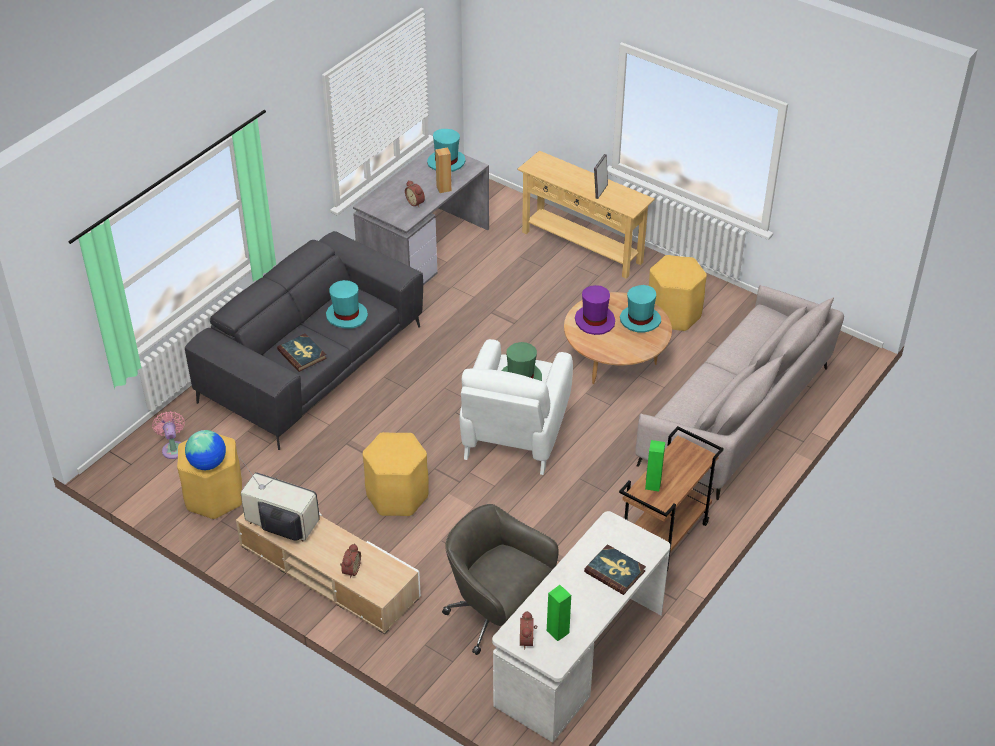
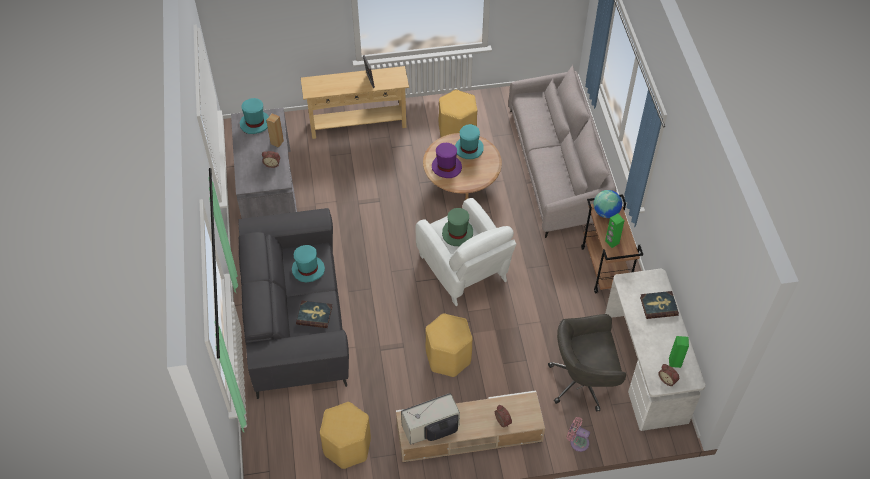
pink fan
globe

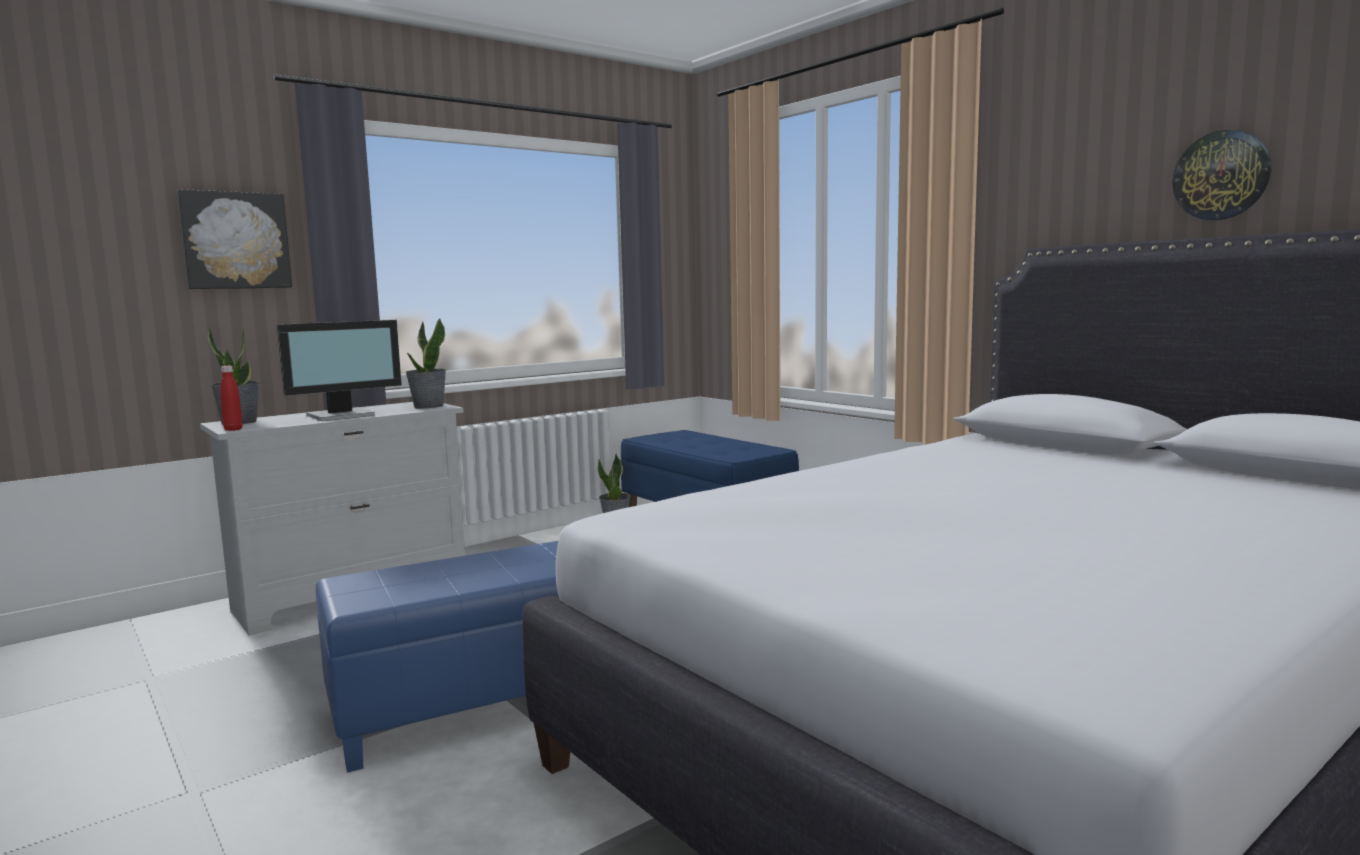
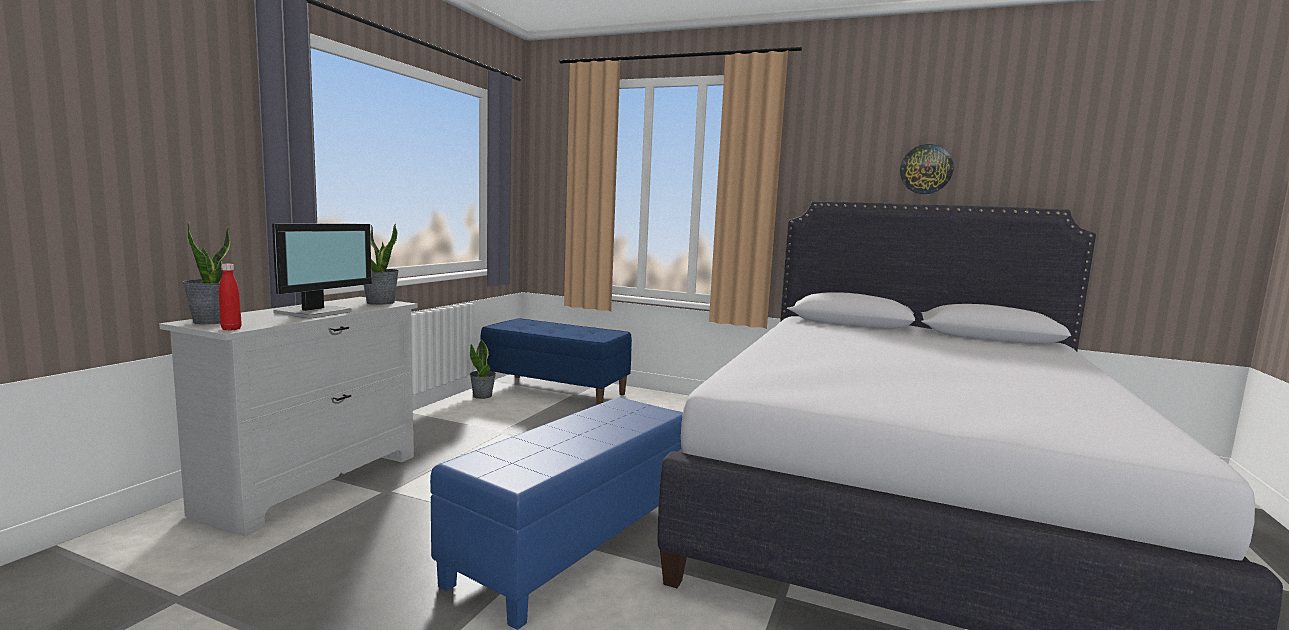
picture

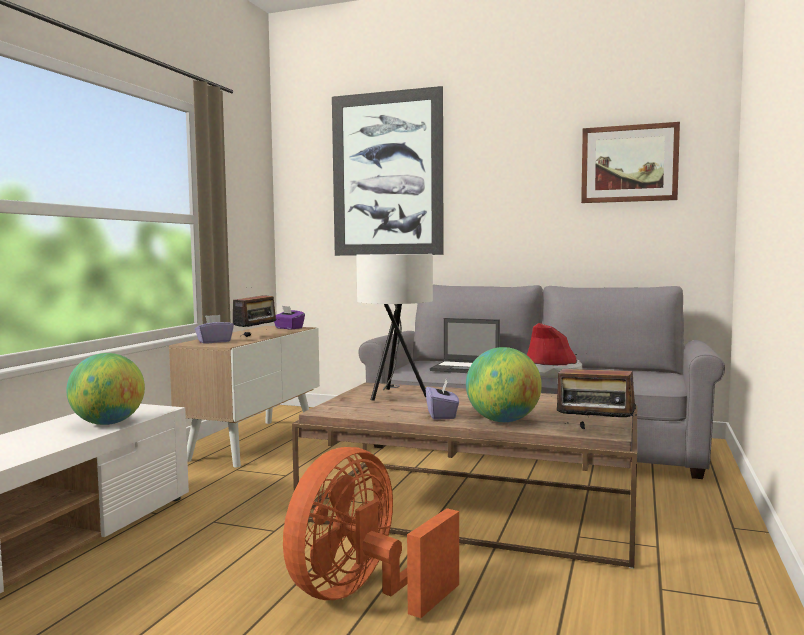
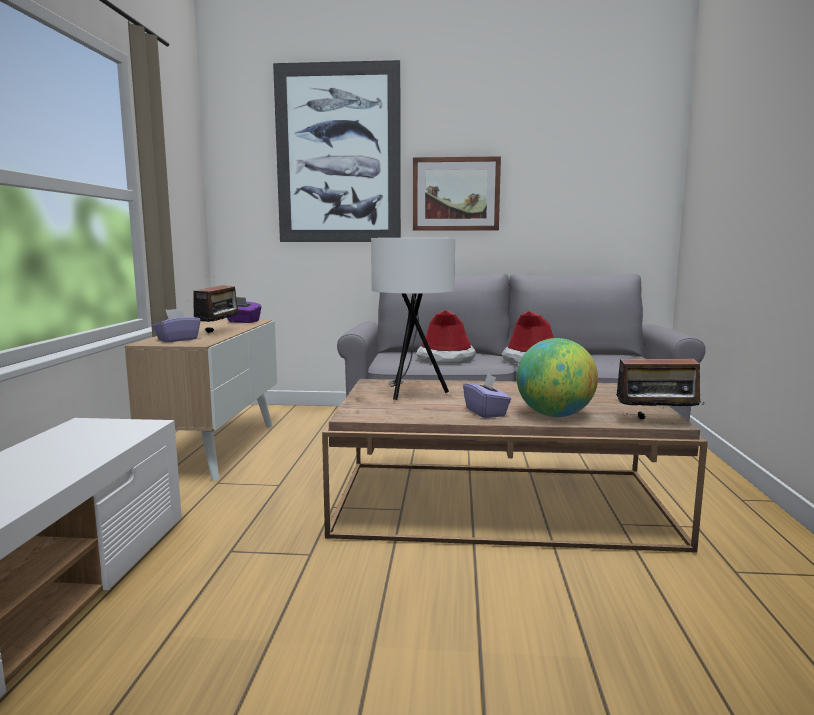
globe (no. 1 from left in the first image)
orange fan
hat (no. 1 from left)
picture (no. 2 from left)

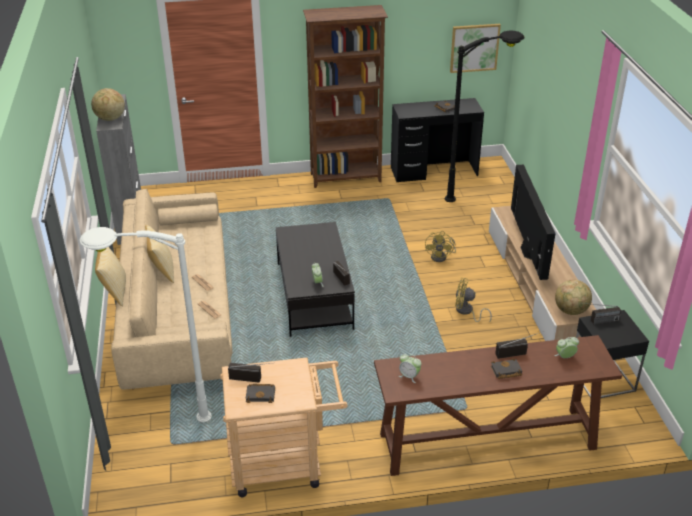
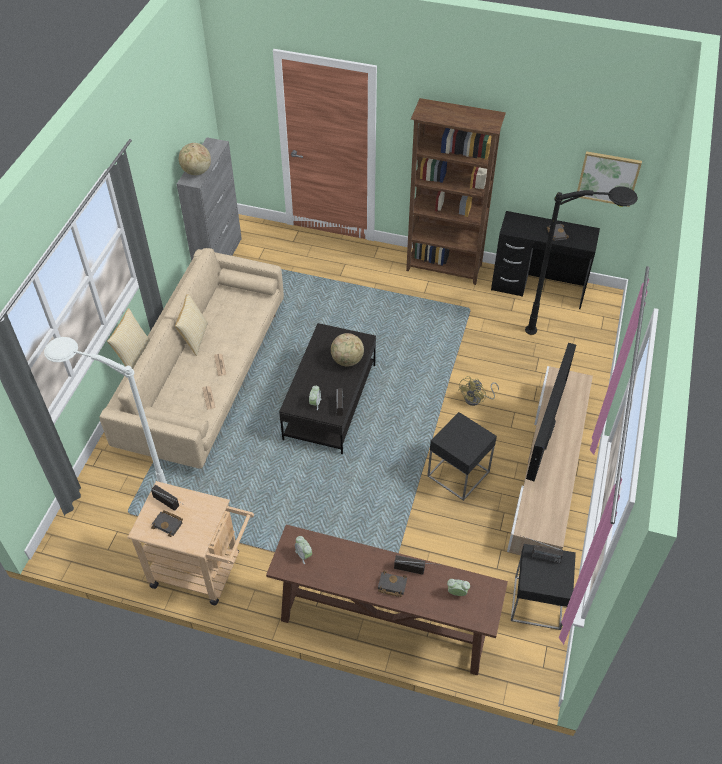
black side table (no. 1 from left)
globe (no. 2 from left)

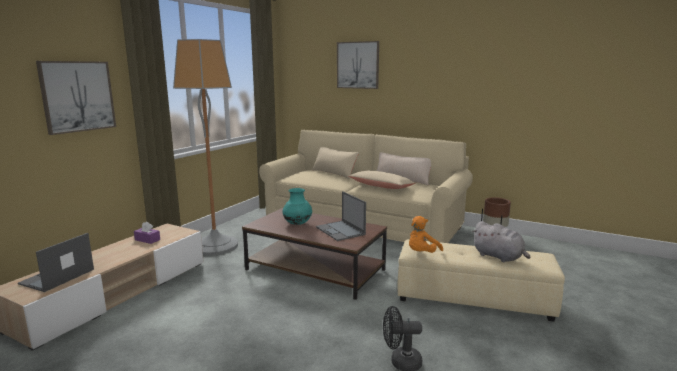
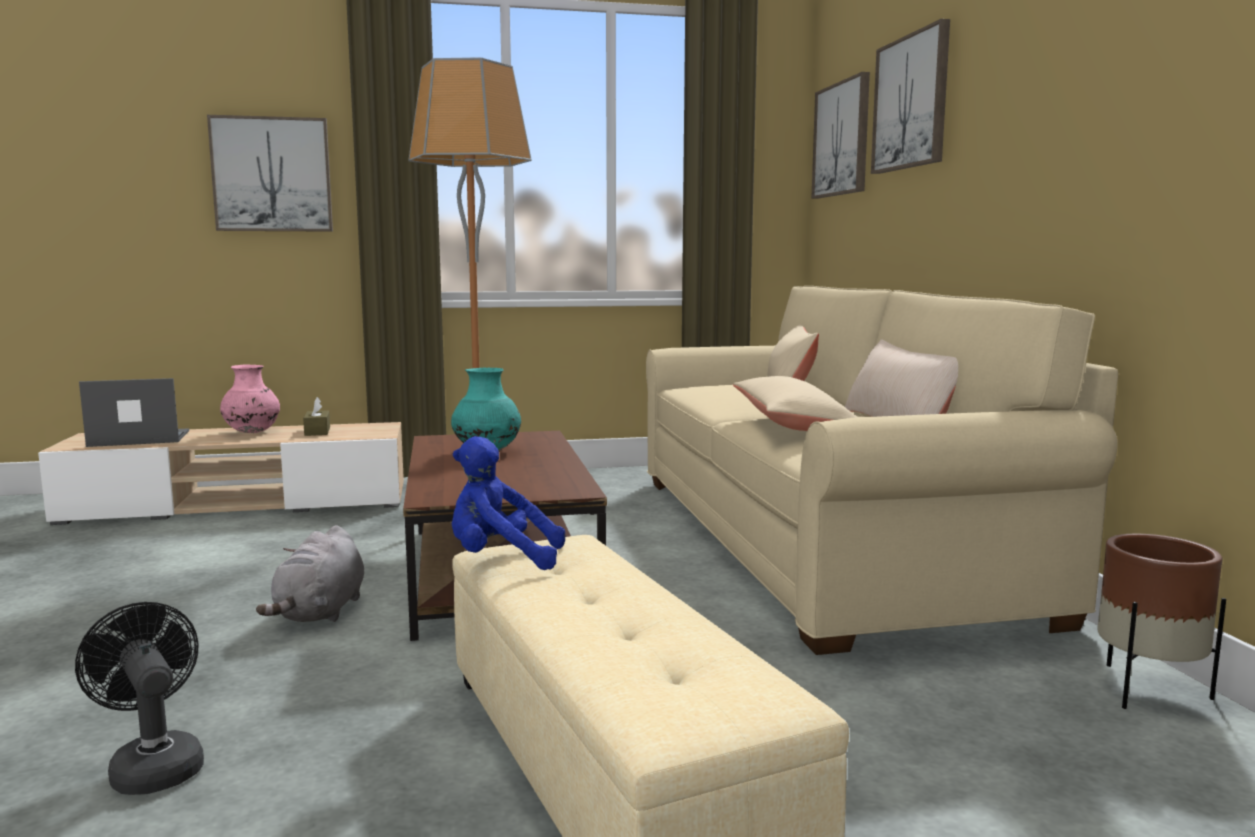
brown tissue box
laptop (no. 2 from left in the first image)
blue plush toy
grey plush toy
pink vase
picture (no. 2 from left)

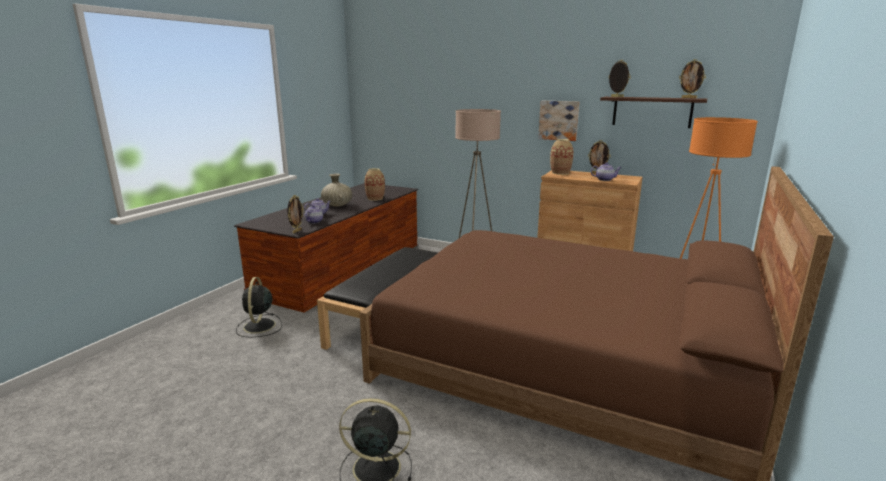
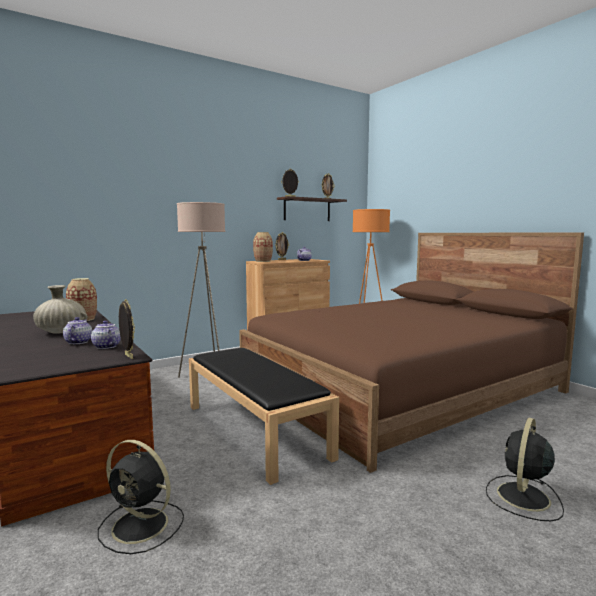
picture

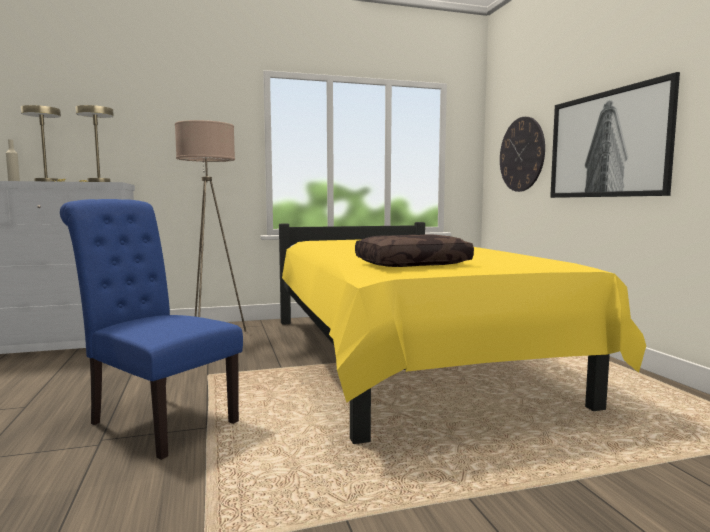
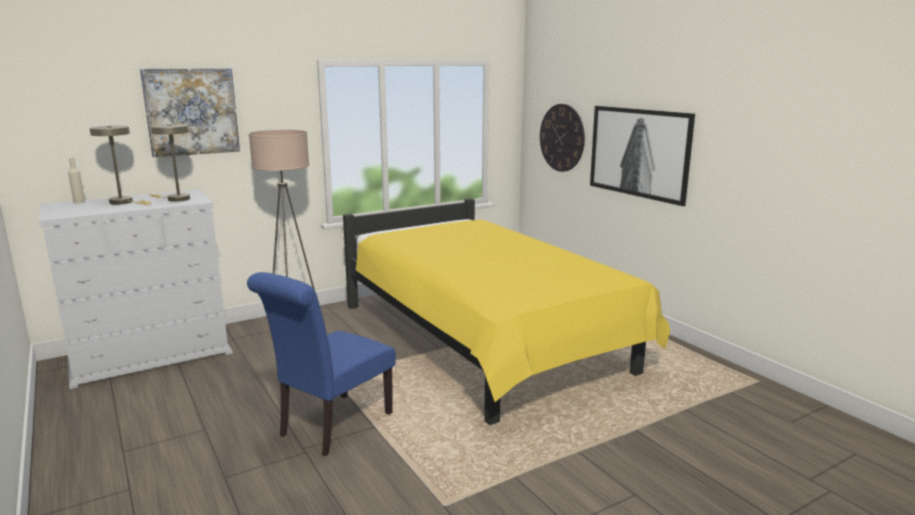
blue chair
brown pillow
picture (no. 1 from left)

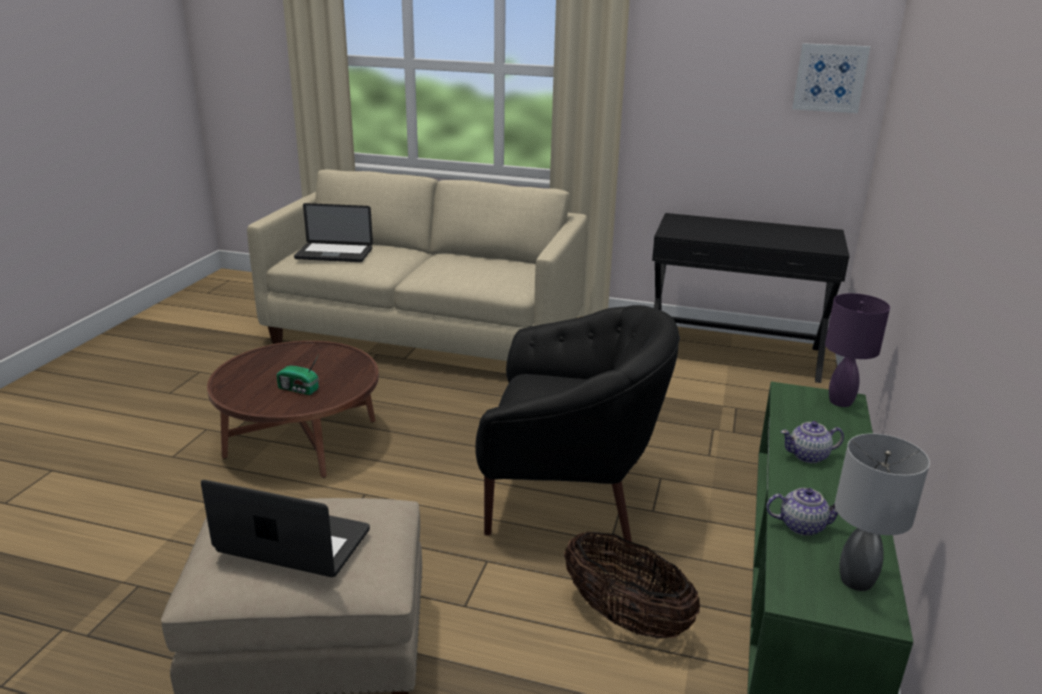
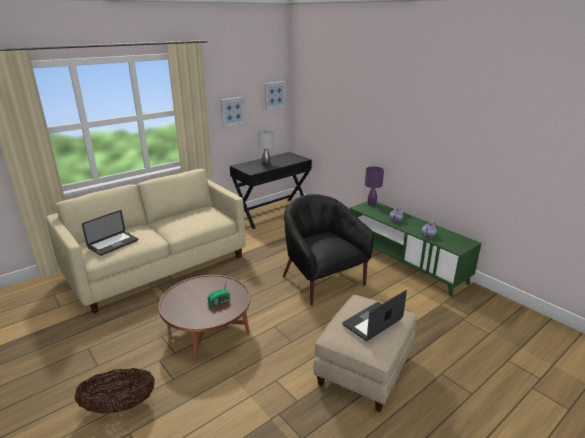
black armchair
basket
grey table lamp
picture (no. 1 from left)

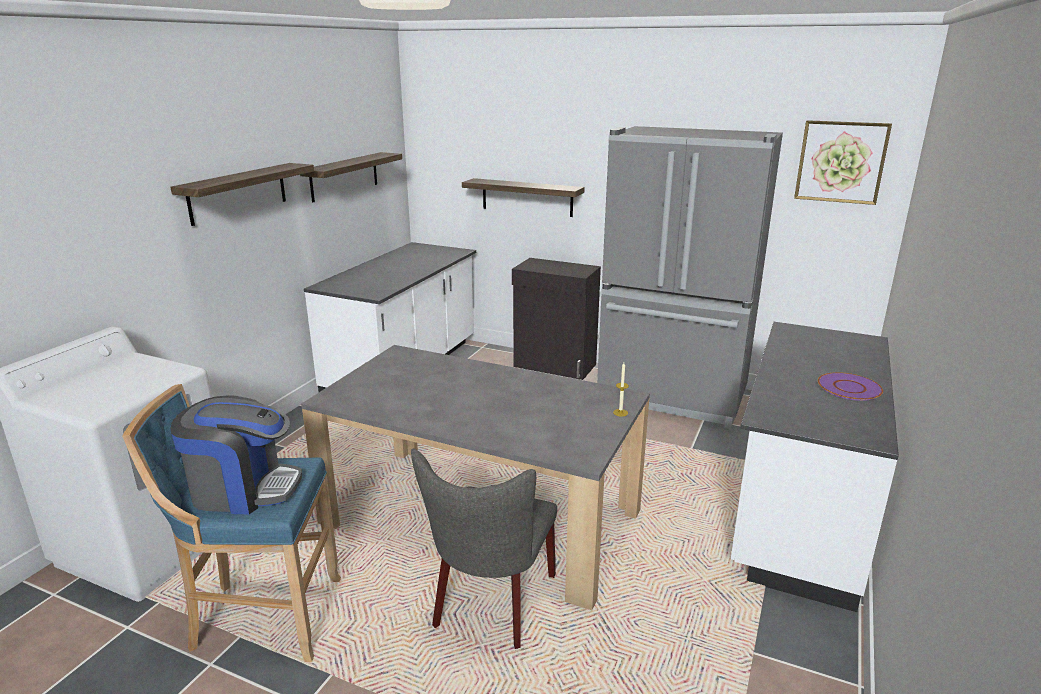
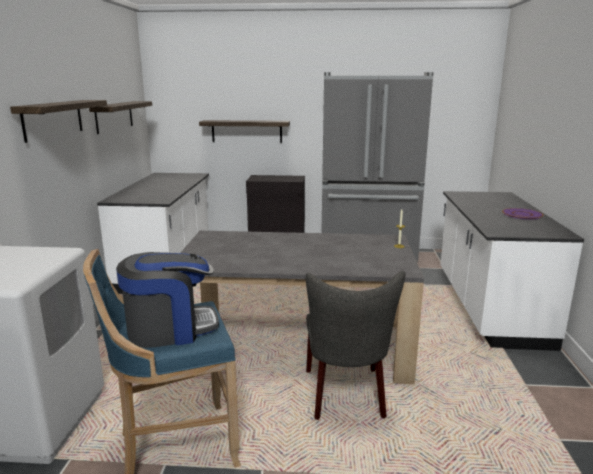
picture

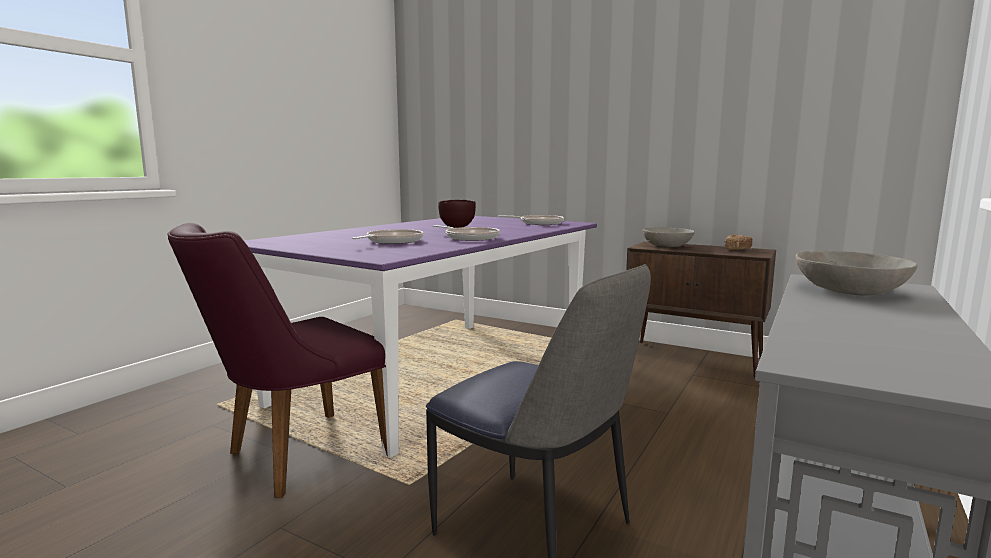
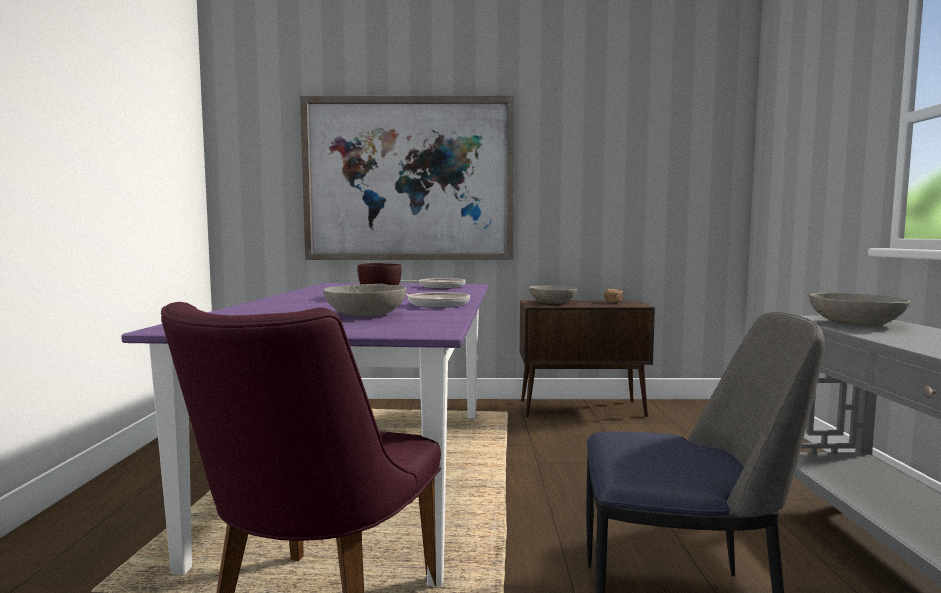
grey bowl (no. 1 from left)
picture

